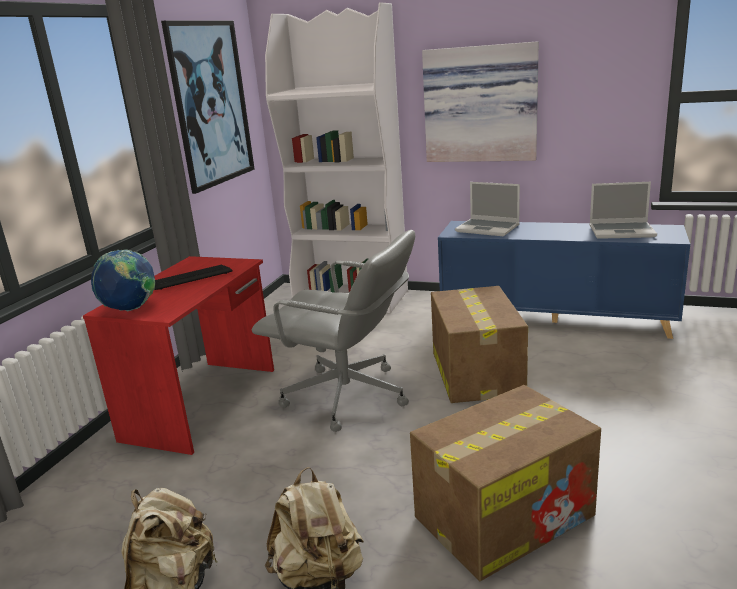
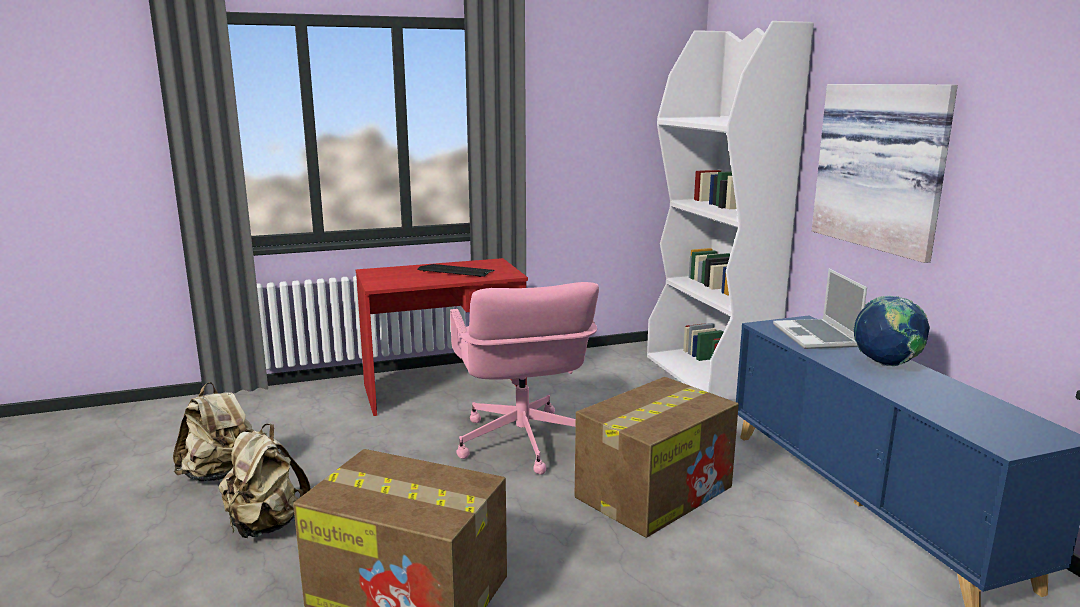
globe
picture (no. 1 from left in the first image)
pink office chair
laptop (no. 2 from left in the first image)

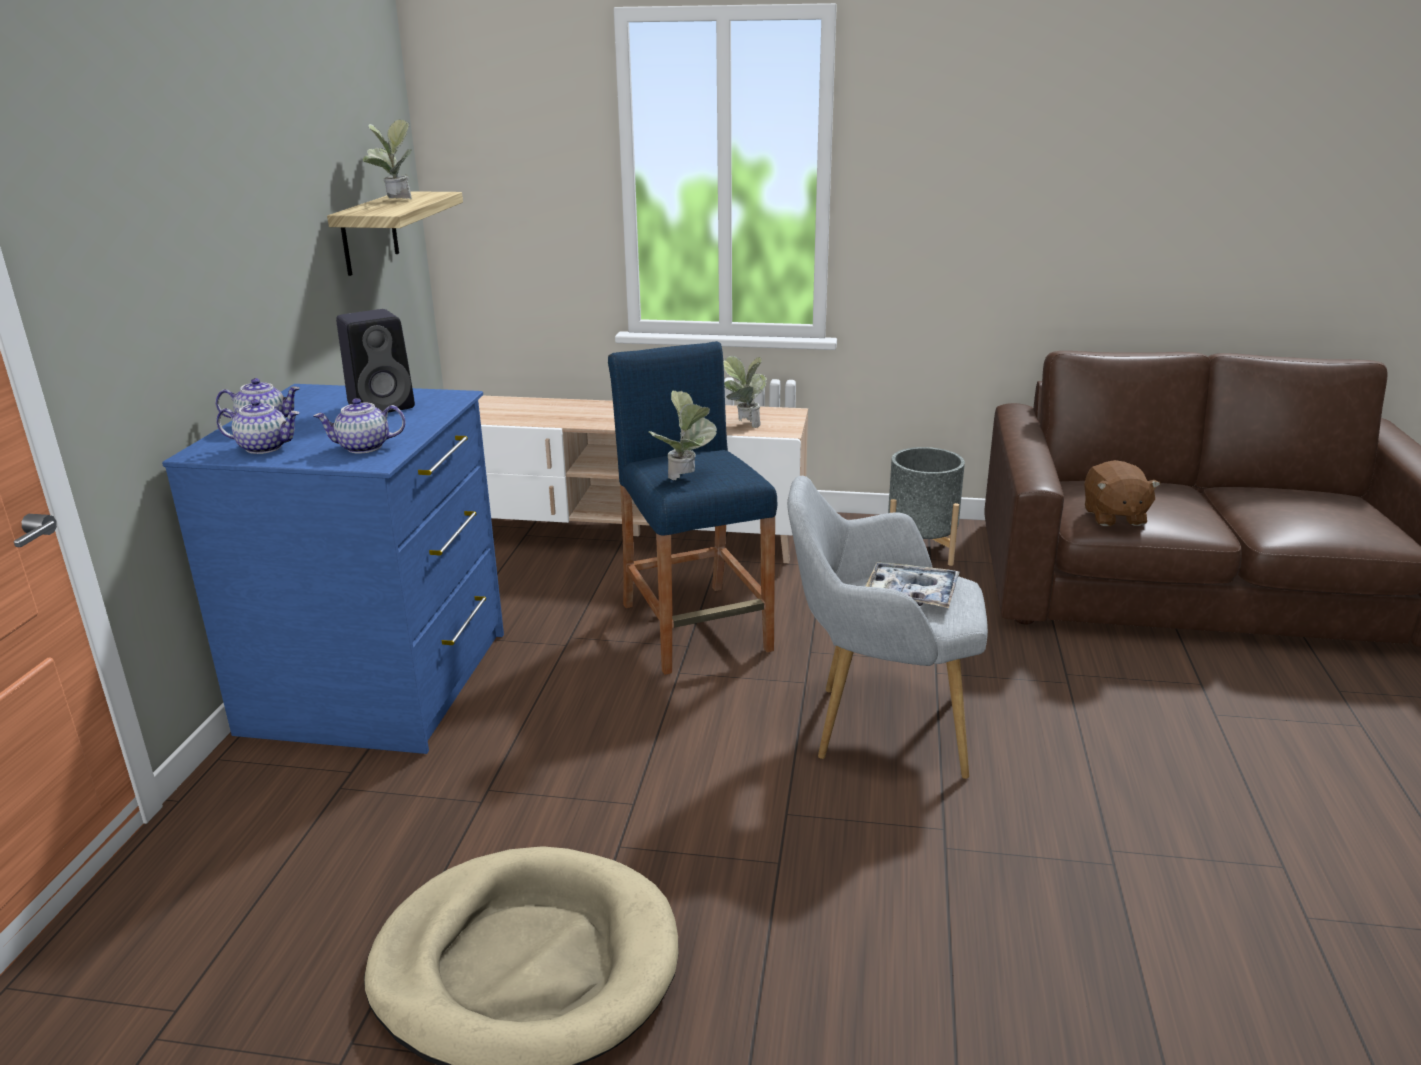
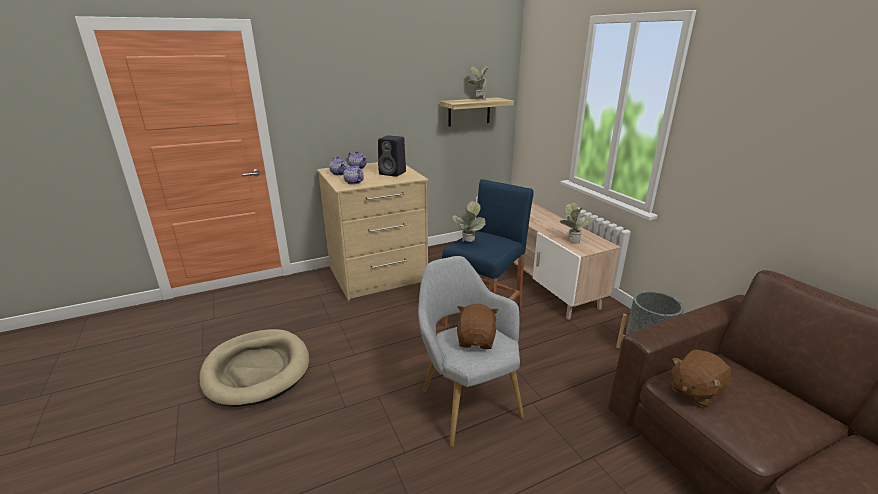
beige dresser
brown plush toy (no. 1 from left)

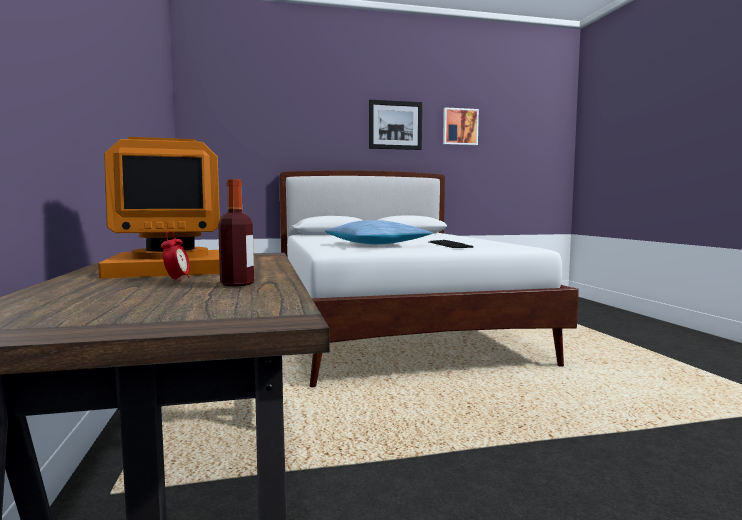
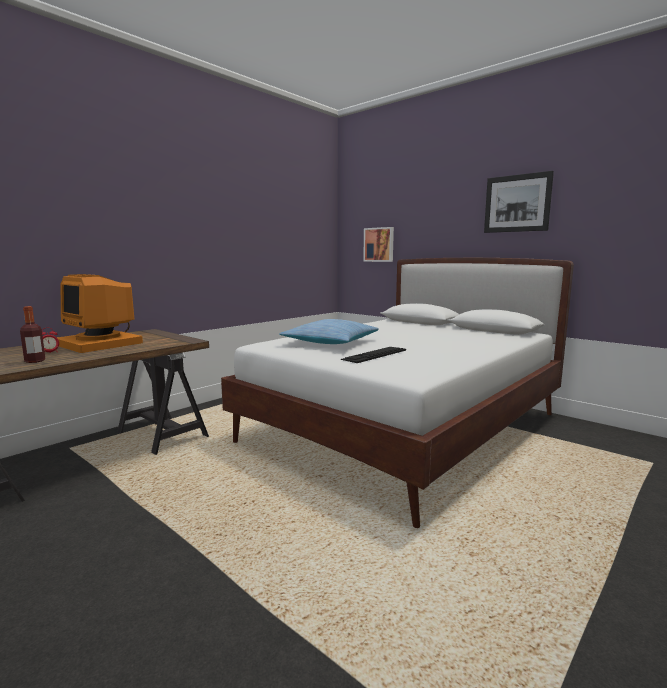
picture (no. 1 from left)

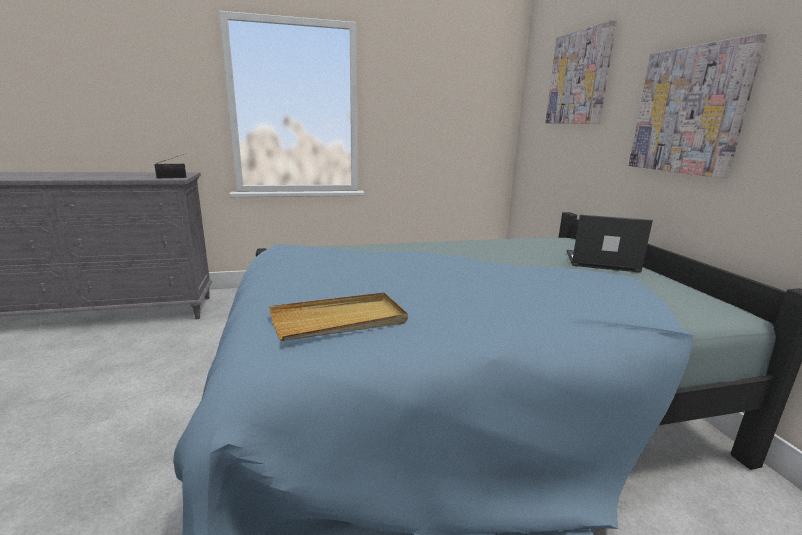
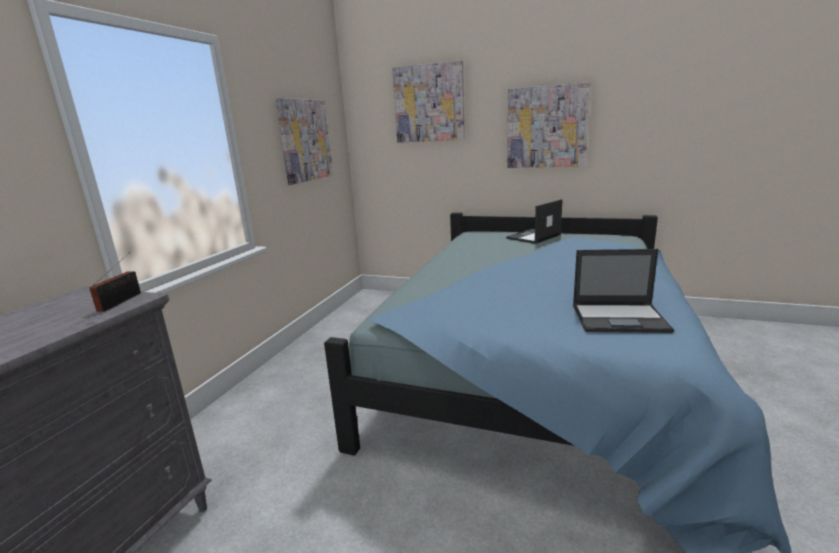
laptop (no. 2 from left)
picture (no. 1 from left)

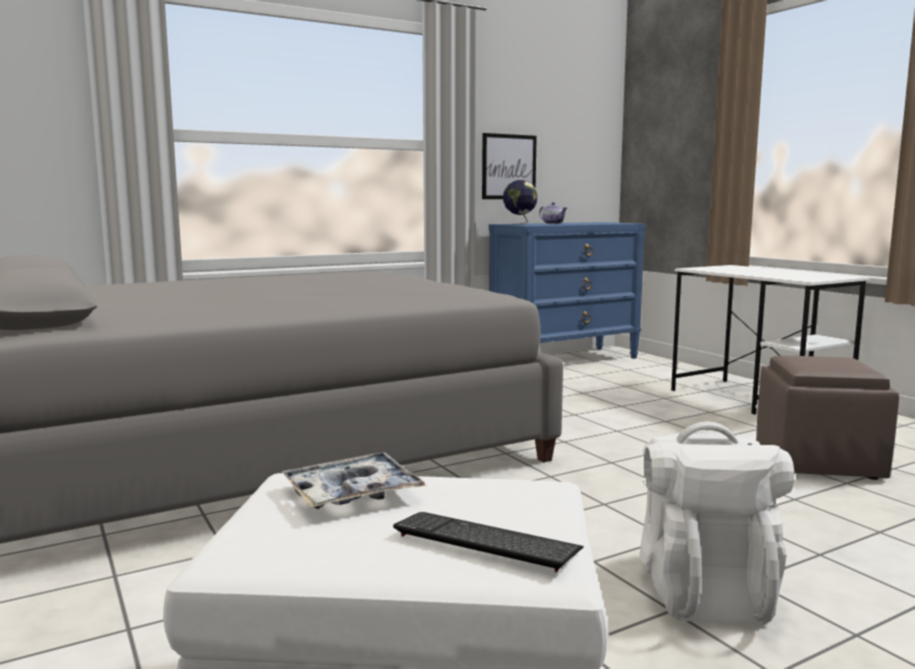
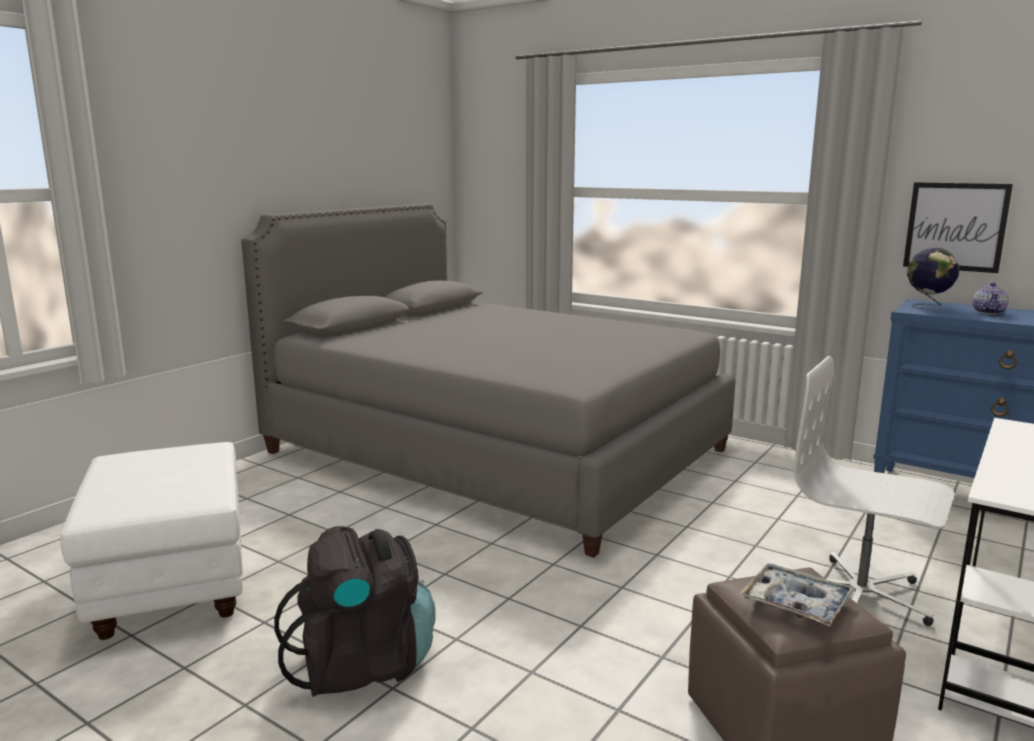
tray
keyboard
black backpack
white office chair

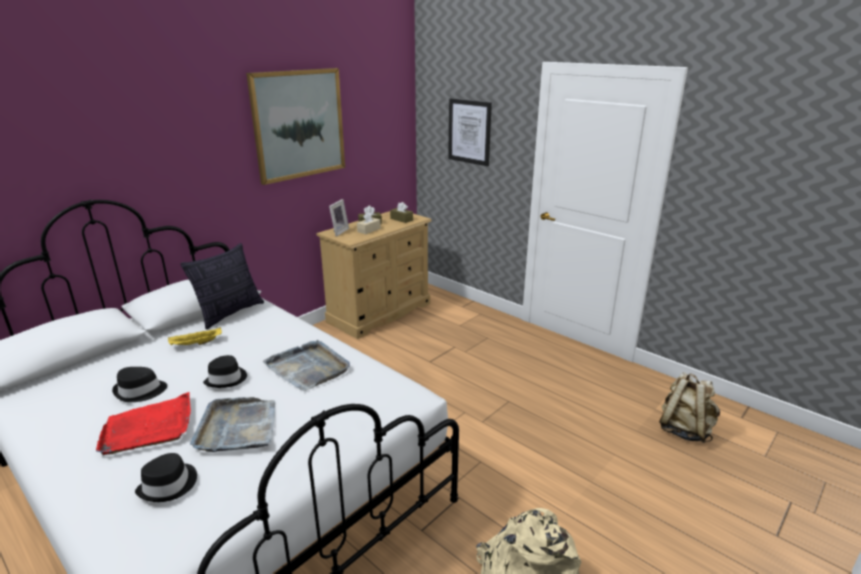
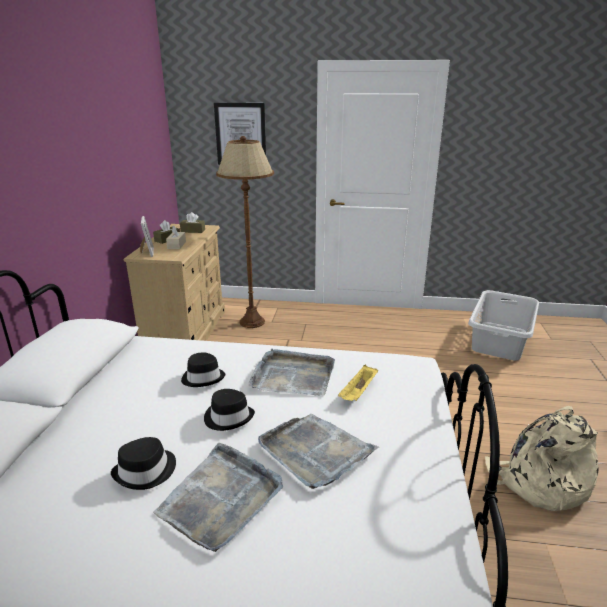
grey tray (no. 1 from left)
black hat (no. 2 from left)
yellow tray
pillow
picture (no. 1 from left in the first image)
grey laundry basket
brown floor lamp

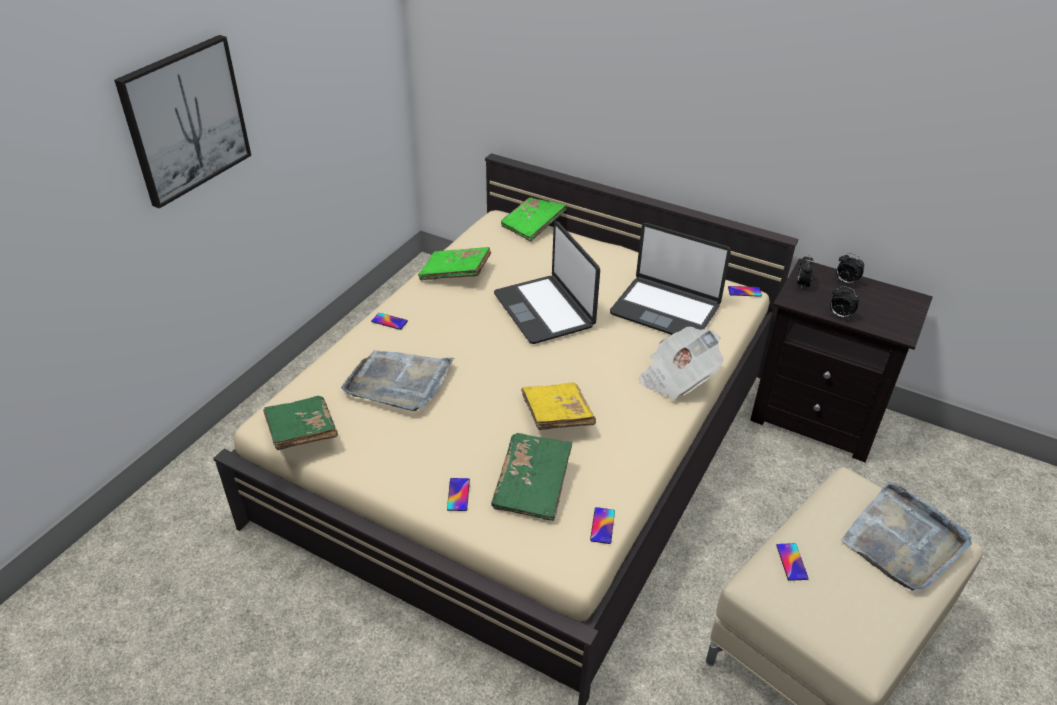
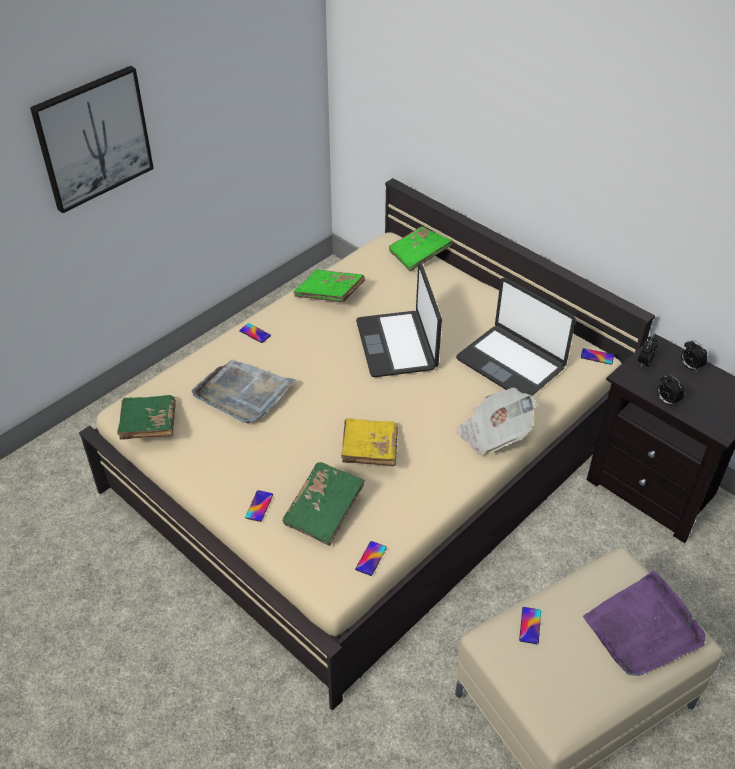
purple tray

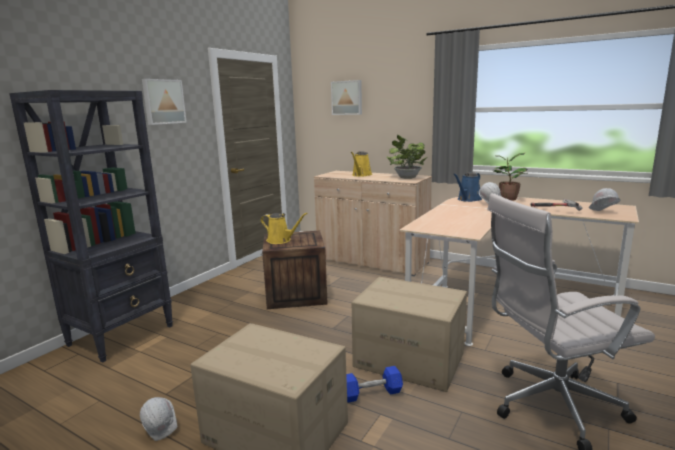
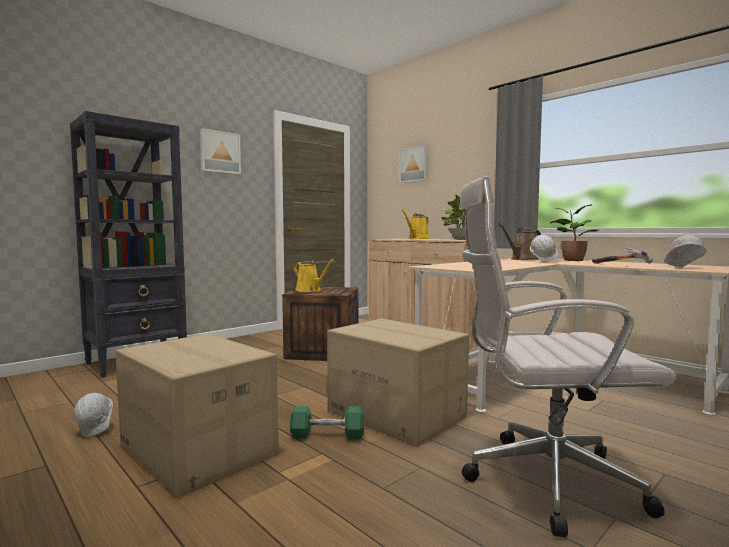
green dumbbell
brown watering can

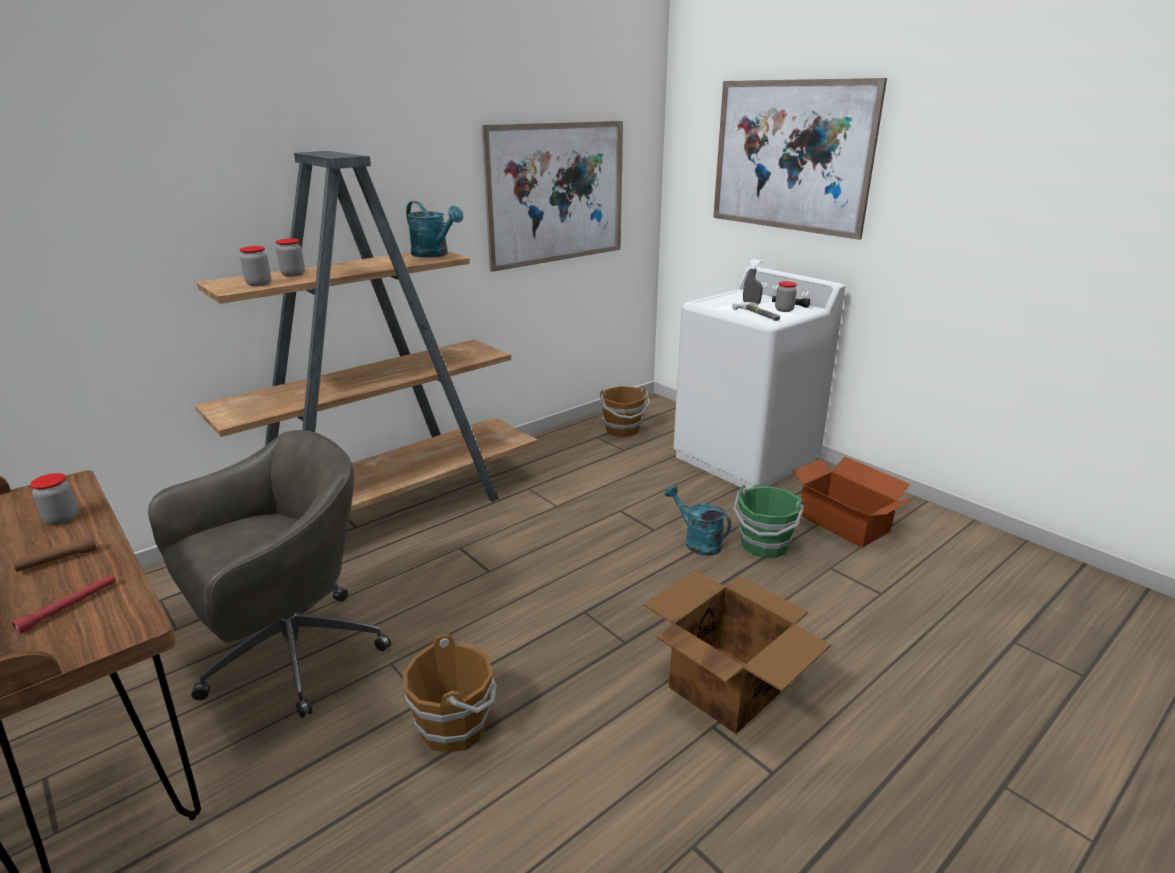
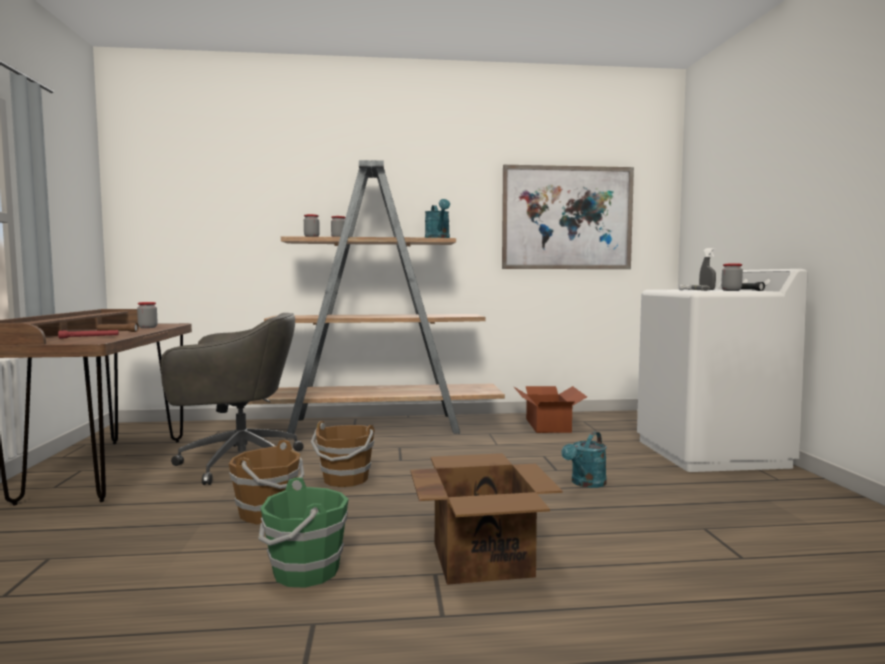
brown bucket (no. 2 from left)
turquoise watering can (no. 2 from left)
picture (no. 2 from left in the first image)
green bucket
cardboard box (no. 2 from left)

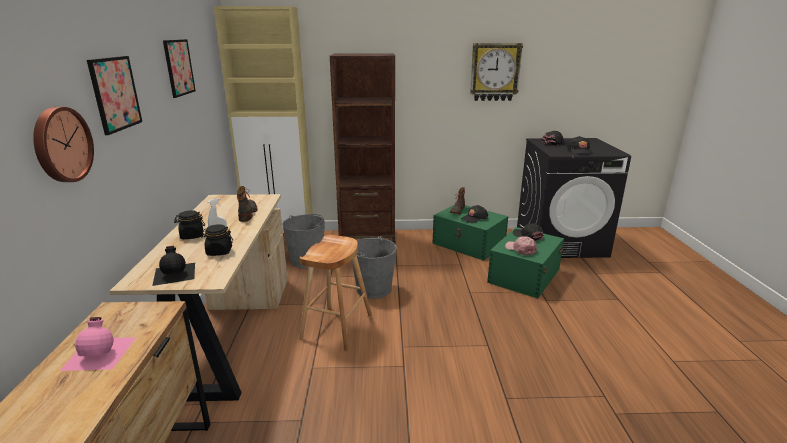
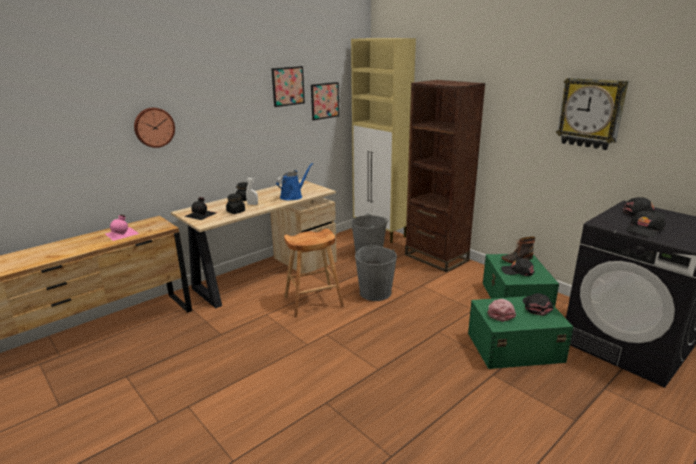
picture (no. 2 from left)
blue watering can

